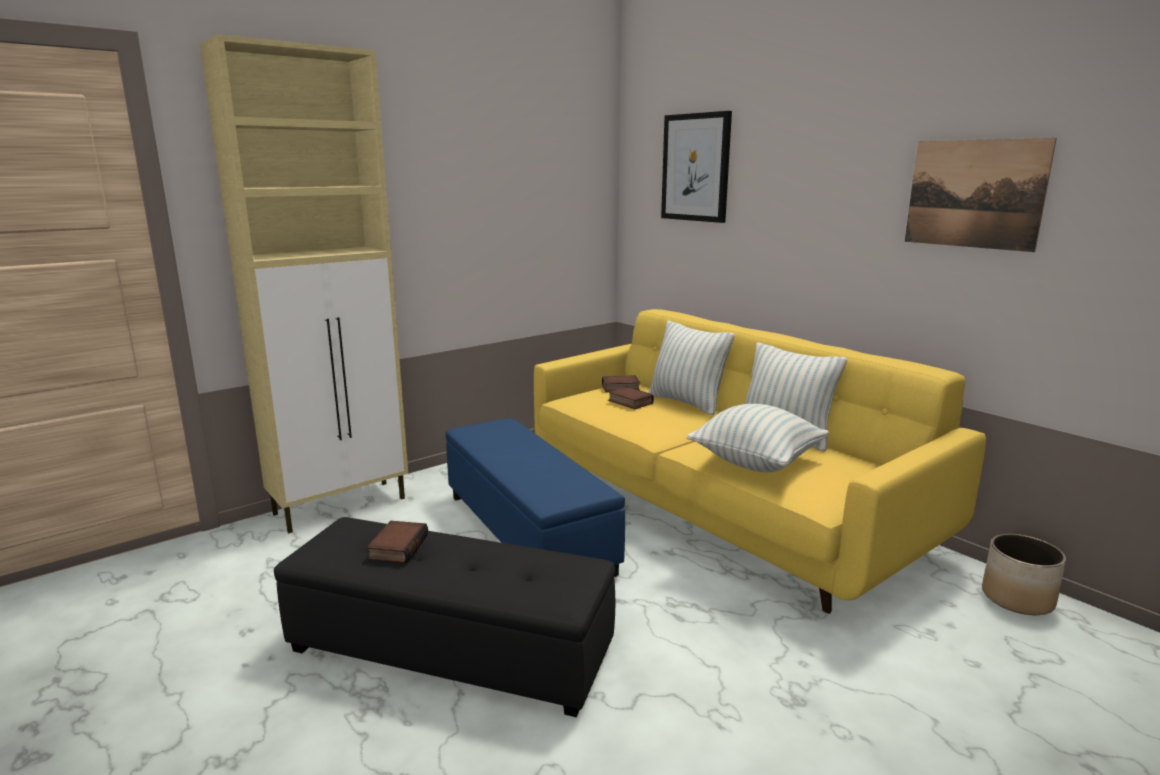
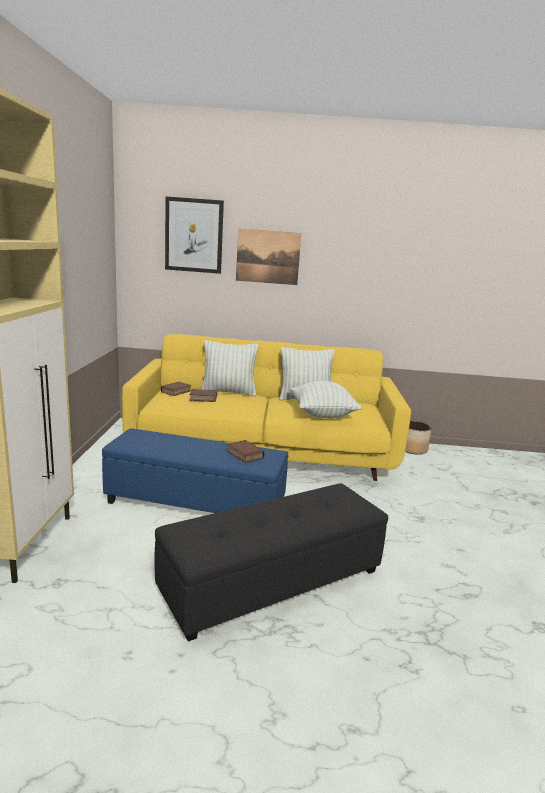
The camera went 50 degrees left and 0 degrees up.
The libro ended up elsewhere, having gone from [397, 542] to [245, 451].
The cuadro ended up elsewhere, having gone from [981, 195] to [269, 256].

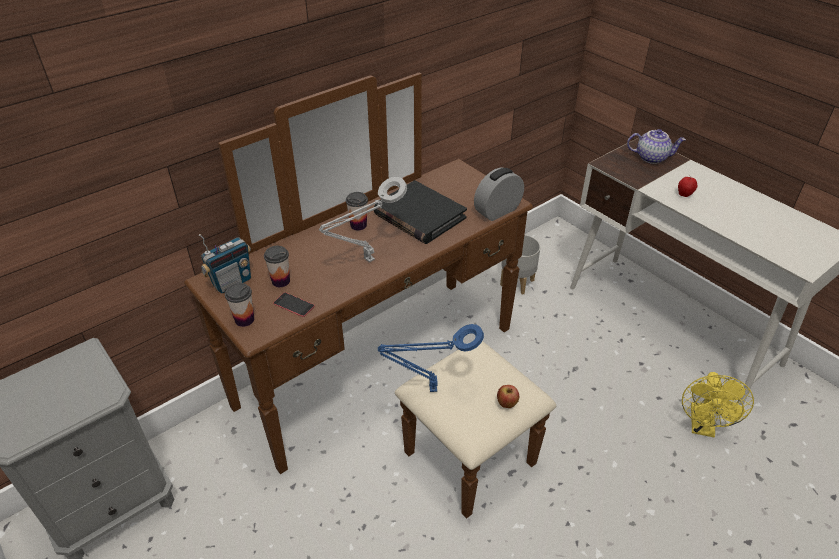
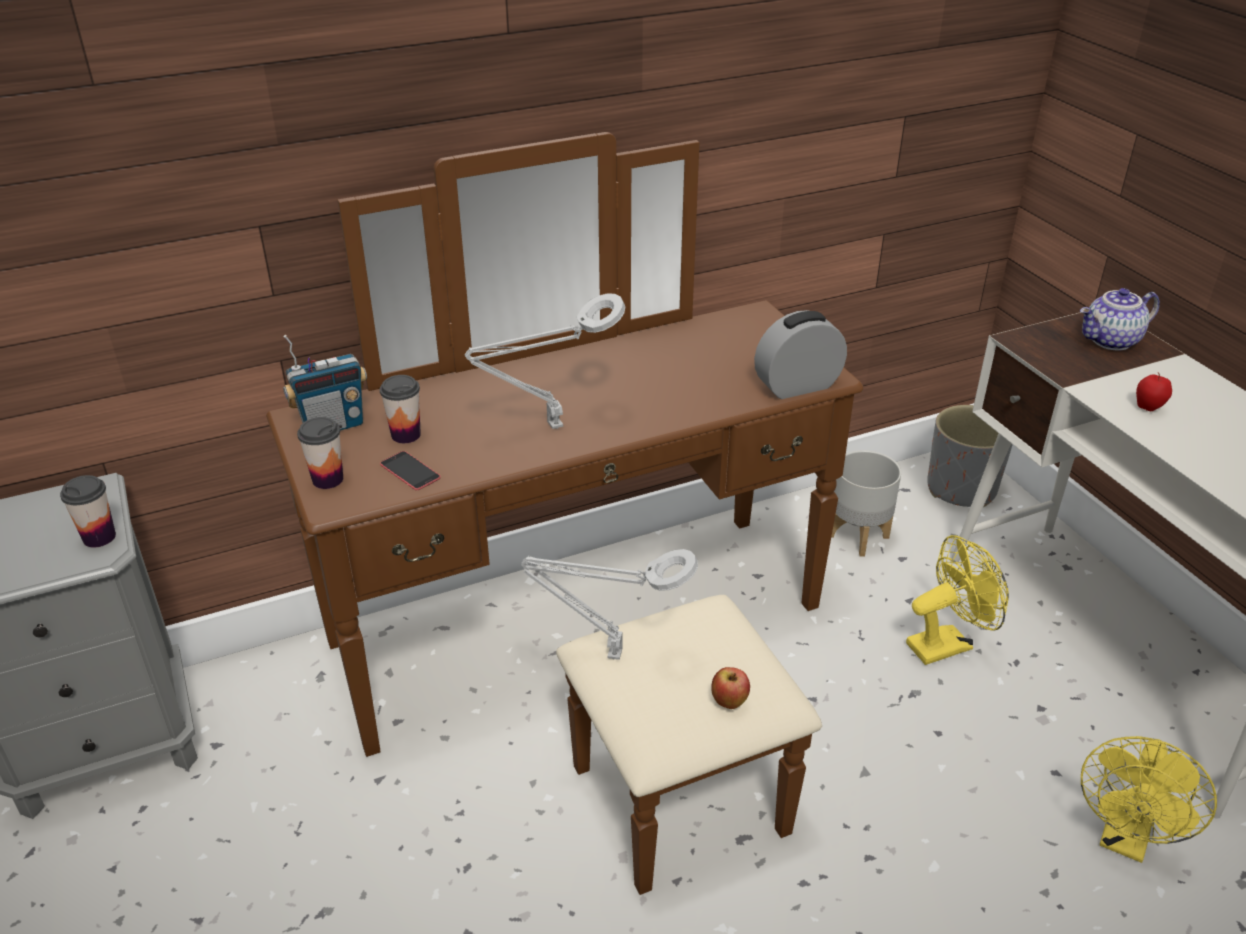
The camera went 15 degrees right and 5 degrees down.
The second view lost the libro (negro) at [420, 212].
The second view gained the ventilador (amarillo) at [957, 600].
The second view gained the maceta (gris) at [970, 456].
The taza ended up elsewhere, having gone from [357, 211] to [88, 511].
What was the lámpara de mesa (azul) at [431, 358] turned into the lámpara de mesa (gris) at [609, 604].
The tetera at [656, 146] ended up facing another way, 135 degrees clockwise from before.

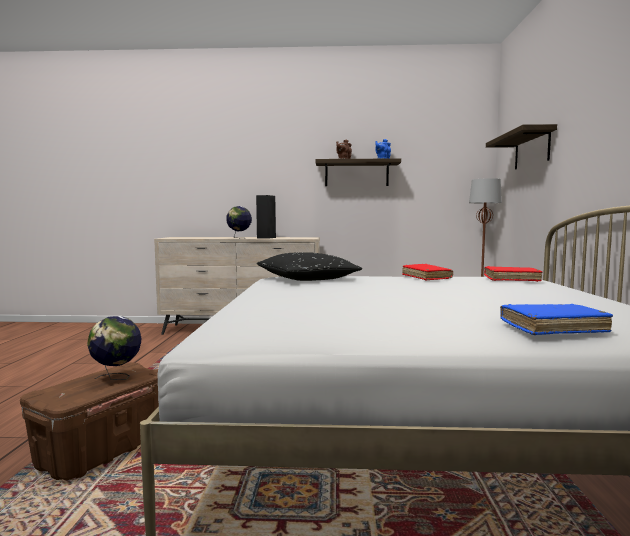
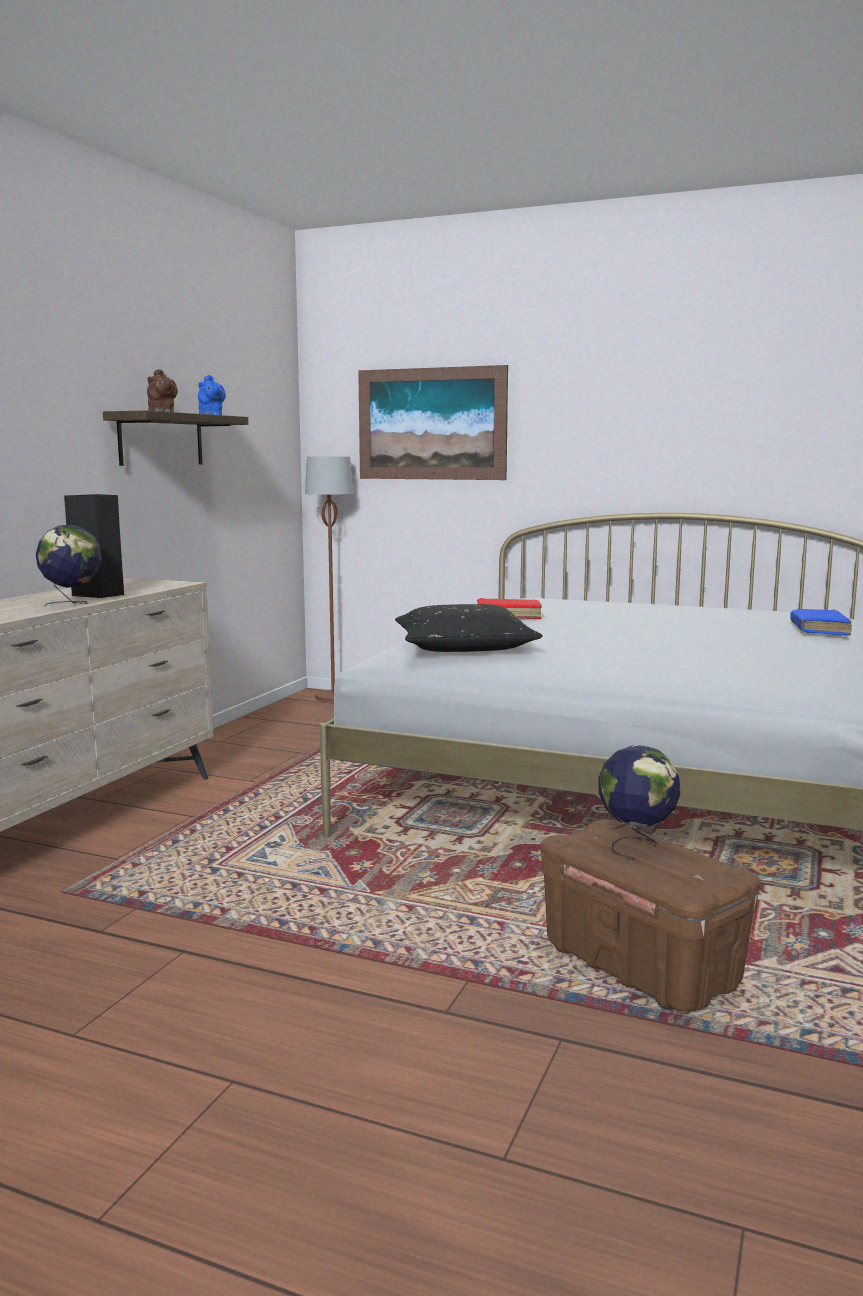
The camera went 70 degrees left and 5 degrees up.
The second view lost the libro (rojo) at [513, 274].
Where the estante hung at [521, 146], the cuadro came to hang at [433, 422].

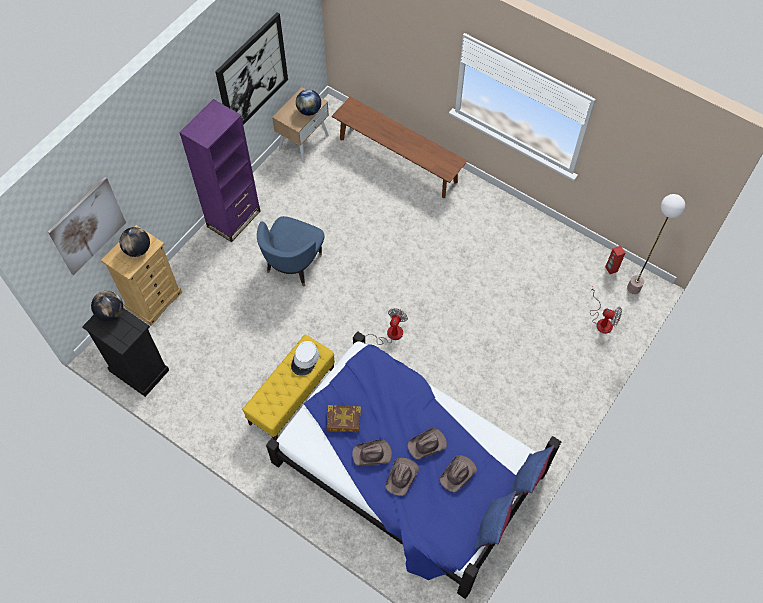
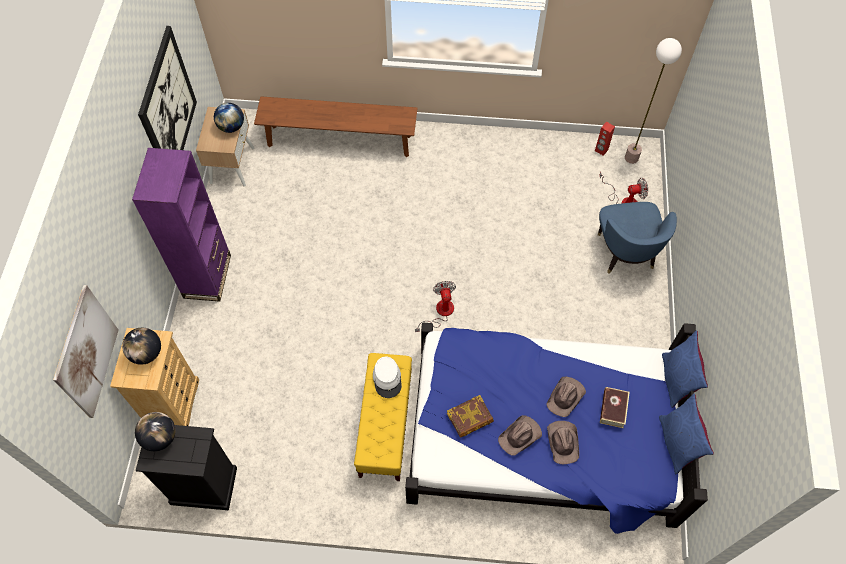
The camera went 30 degrees left and 0 degrees up.
The sillón (azul) ended up elsewhere, having gone from [290, 251] to [637, 238].
Where the sombrero (marrón) stood at [458, 473], the libro came to stand at [615, 407].

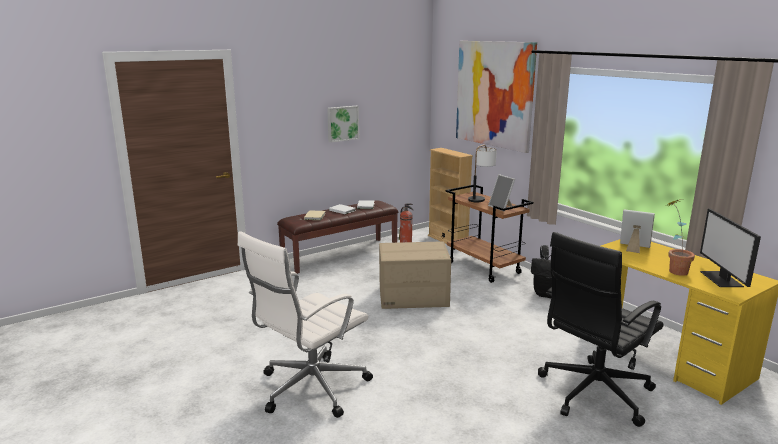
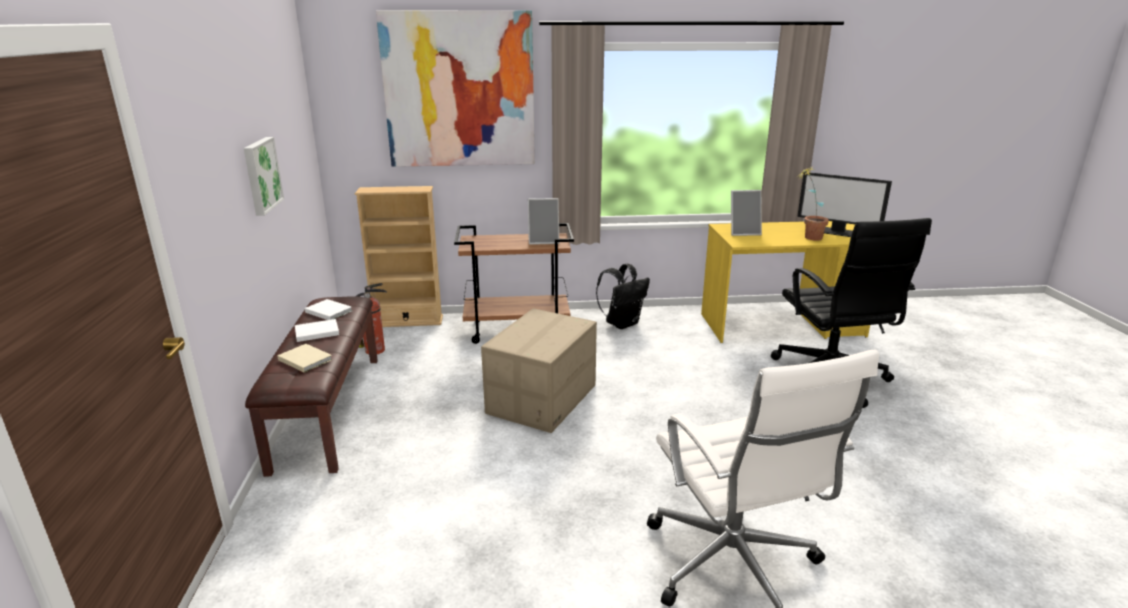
The camera went 60 degrees left and 5 degrees up.
The second view lost the lámpara de mesa at [482, 174].
The portarretratos at [637, 231] ended up facing another way, 150 degrees counterclockwise from before.

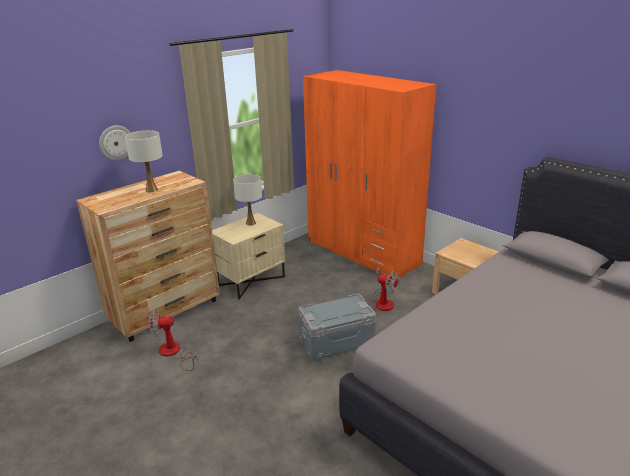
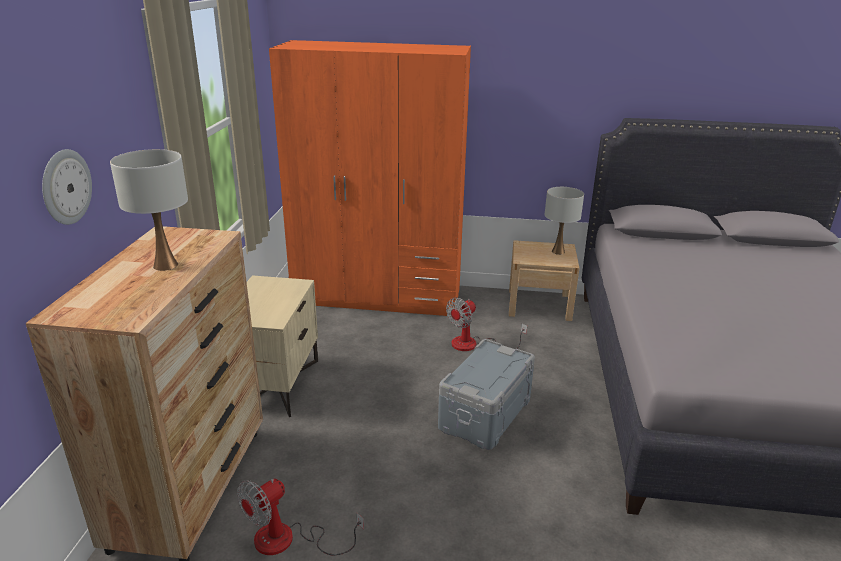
The camera went 40 degrees left and 0 degrees up.
The lámpara de mesa (blanco) ended up elsewhere, having gone from [247, 200] to [564, 221].
The ventilador at [386, 289] ended up facing another way, 135 degrees clockwise from before.

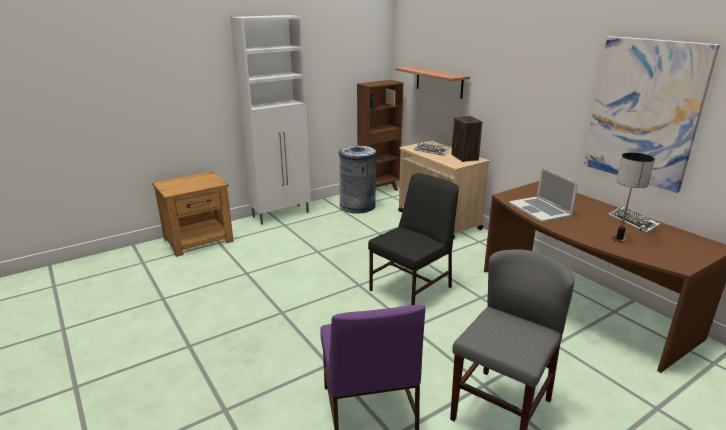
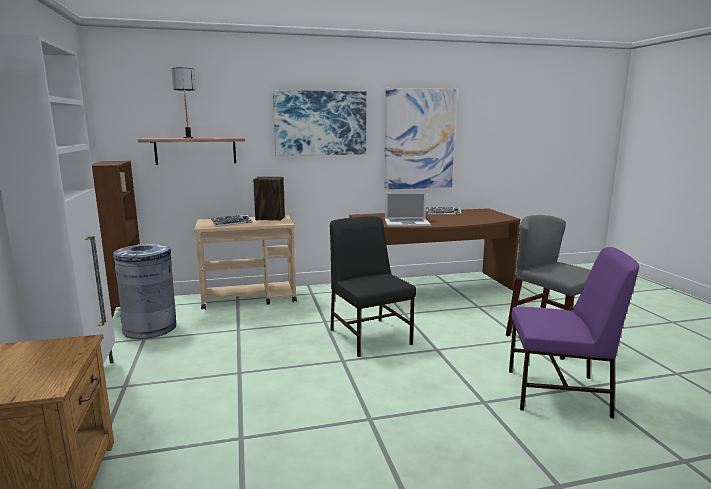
The camera went 70 degrees left and 10 degrees down.
The second view gained the cuadro at [319, 123].
The lámpara de mesa ended up elsewhere, having gone from [633, 197] to [183, 103].

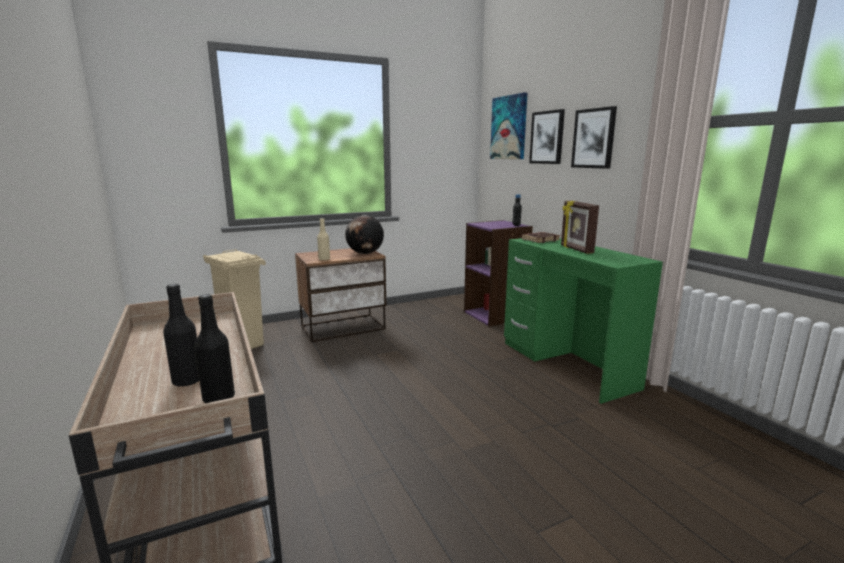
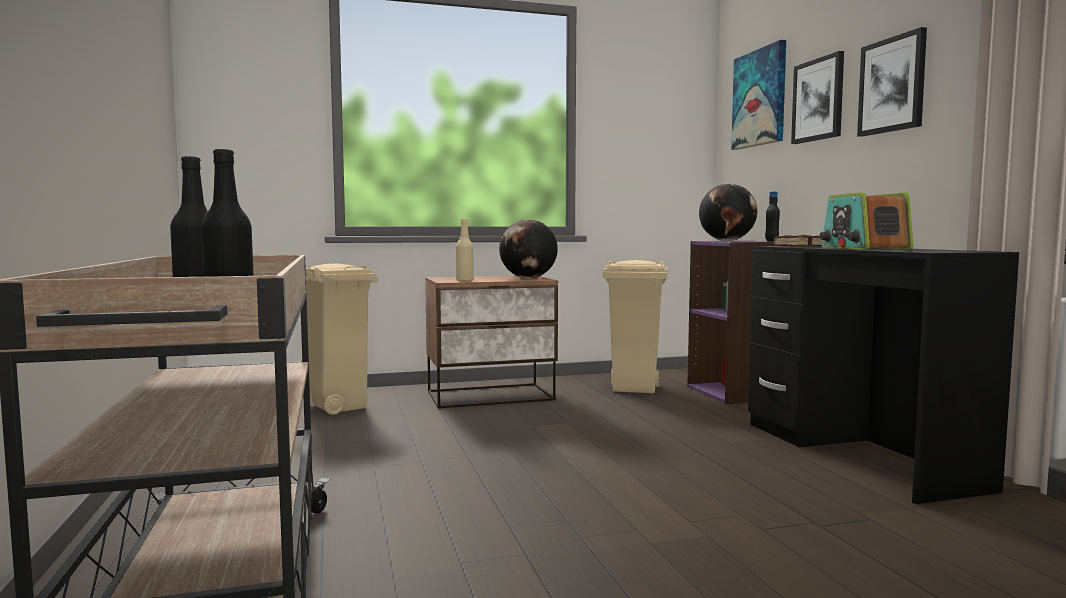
The camera went 10 degrees right and 10 degrees down.
The second view gained the papelera (beis) at [635, 326].
The second view gained the globo terráqueo at [728, 212].
Where the portarretratos stood at [580, 227], the radio came to stand at [866, 220].
What was the escritorio (verde) at [583, 321] turned into the escritorio (negro) at [883, 375].

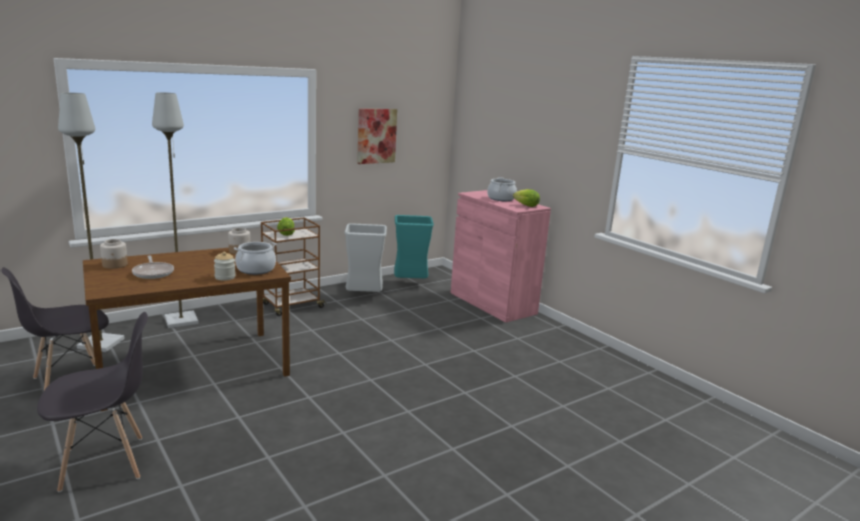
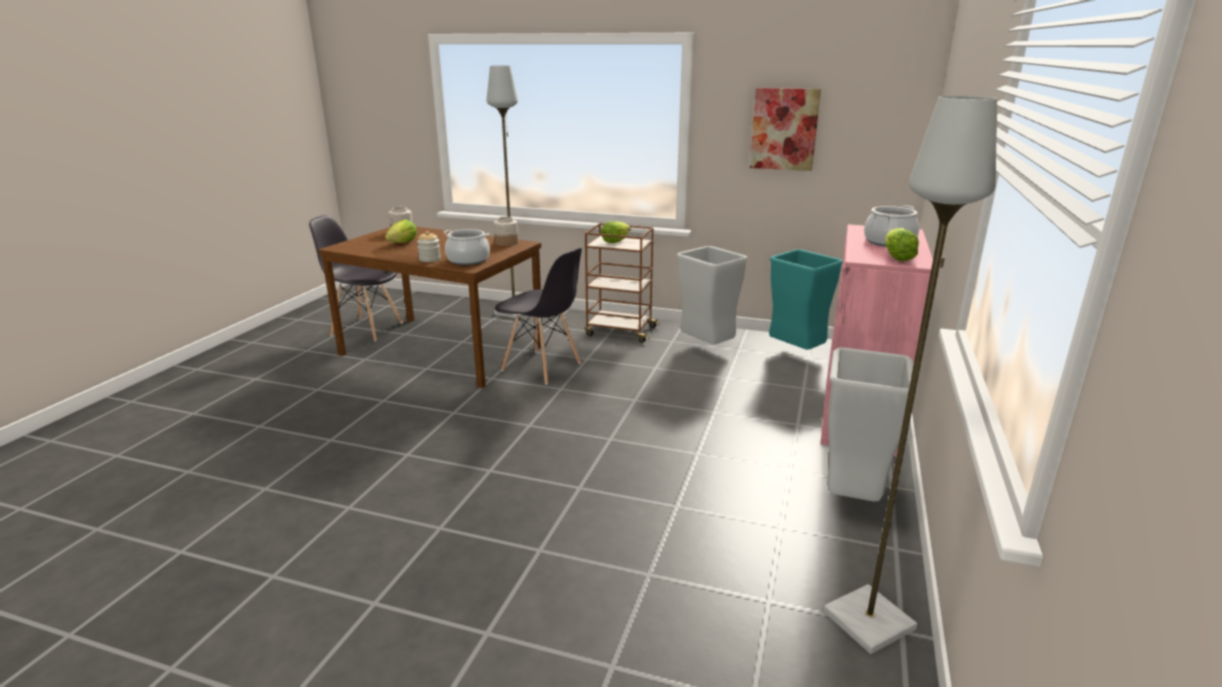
The camera went 55 degrees right and 5 degrees up.
The second view gained the papelera (gris) at [872, 425].
The silla (gris) ended up elsewhere, having gone from [92, 402] to [538, 316].
The lámpara de pie (gris) ended up elsewhere, having gone from [91, 222] to [910, 375].
Where the sartén stood at [153, 267], the lechuga came to stand at [401, 231].

